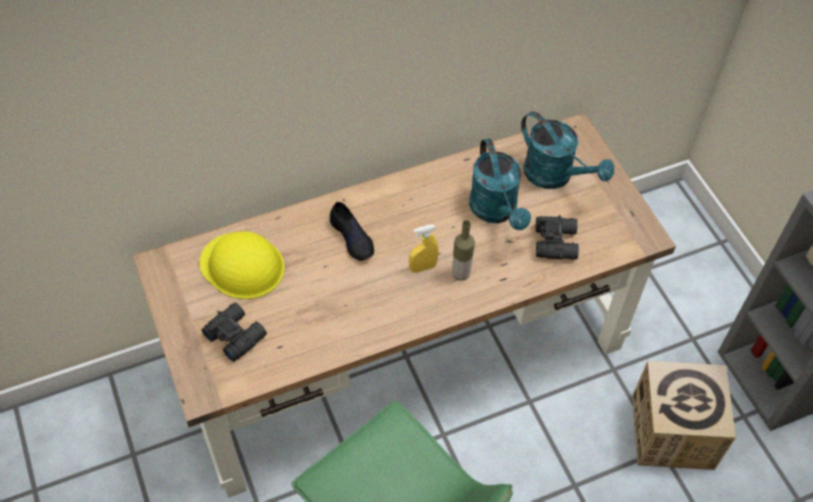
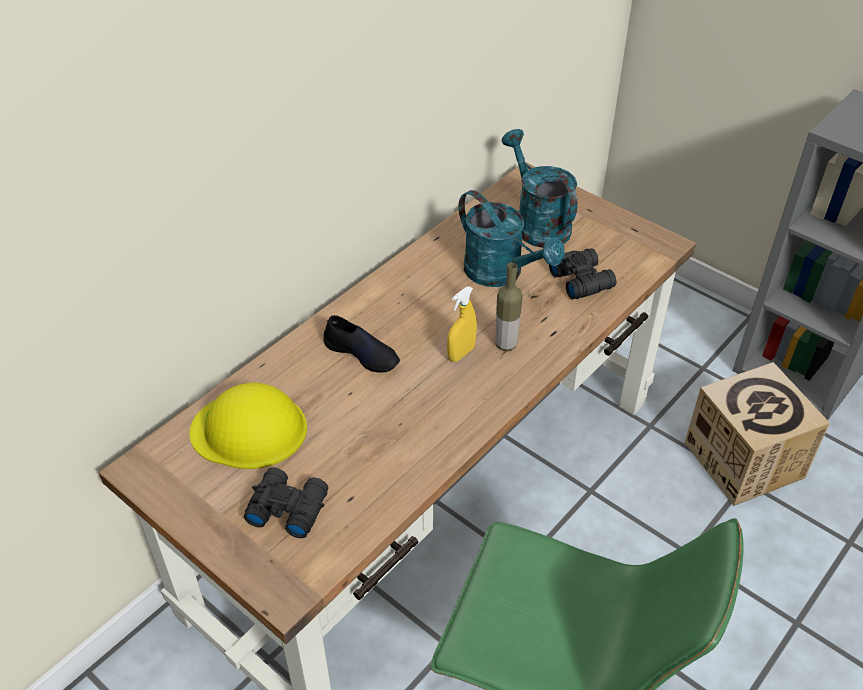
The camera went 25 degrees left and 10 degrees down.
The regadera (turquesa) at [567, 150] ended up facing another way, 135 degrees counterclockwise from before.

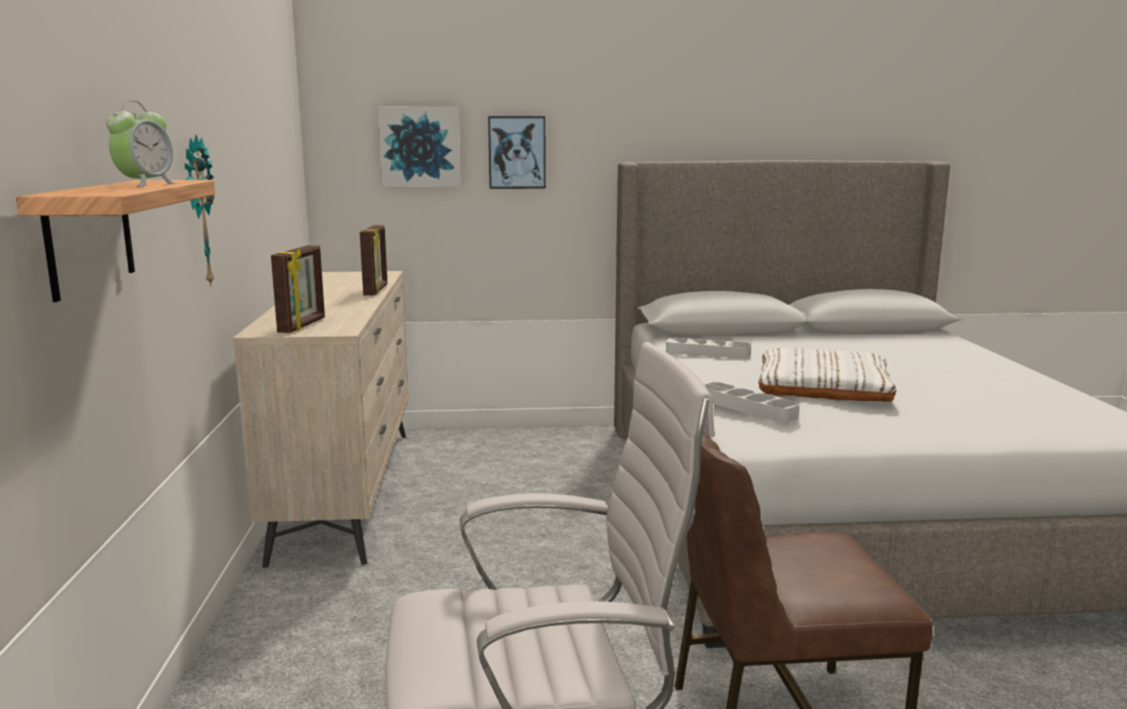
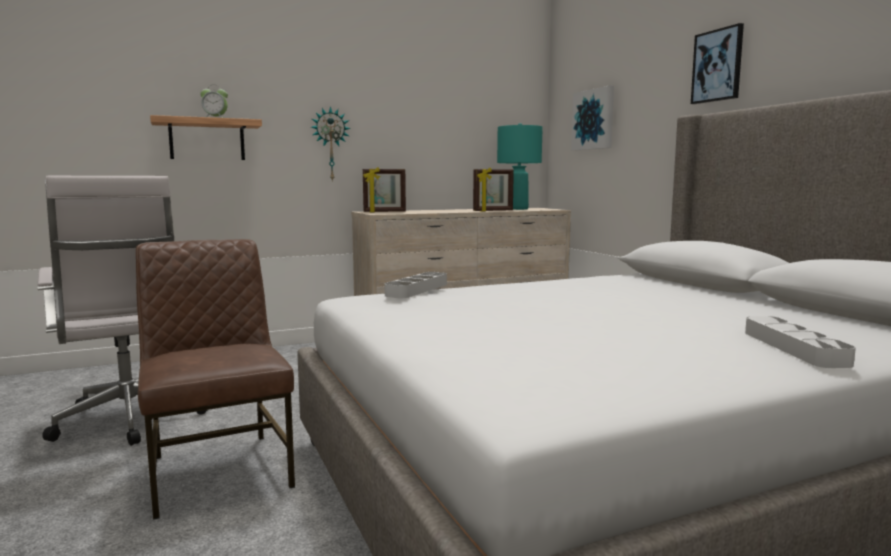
The camera went 70 degrees right and 5 degrees down.
The second view lost the cojín (blanco) at [827, 375].
The second view gained the lámpara de mesa (turquesa) at [520, 166].
The cuadro ended up elsewhere, having gone from [517, 152] to [717, 63].
The bandeja (gris) ended up elsewhere, having gone from [708, 348] to [800, 342].

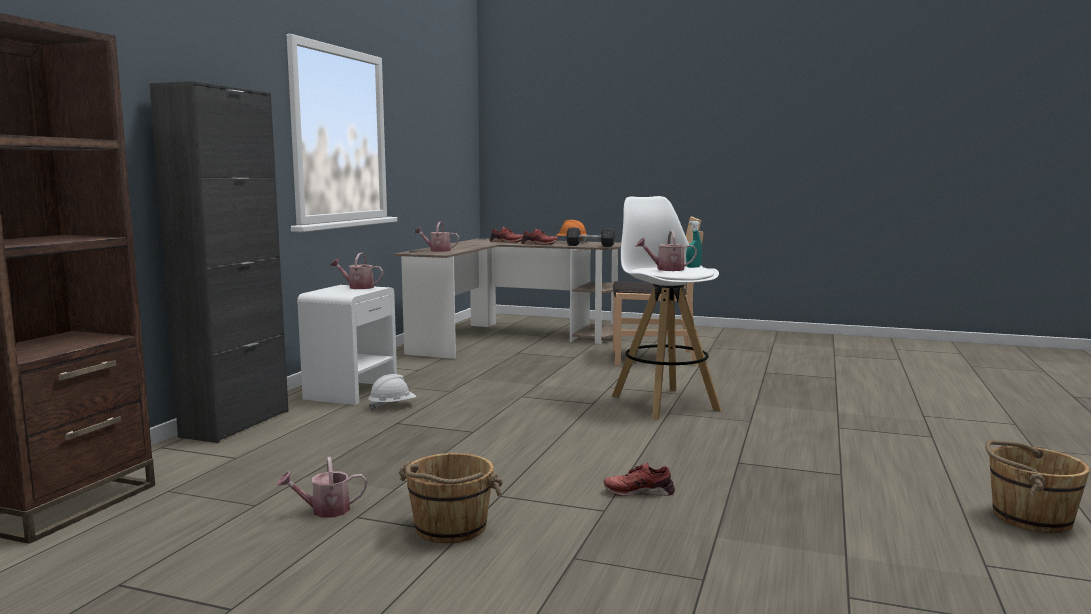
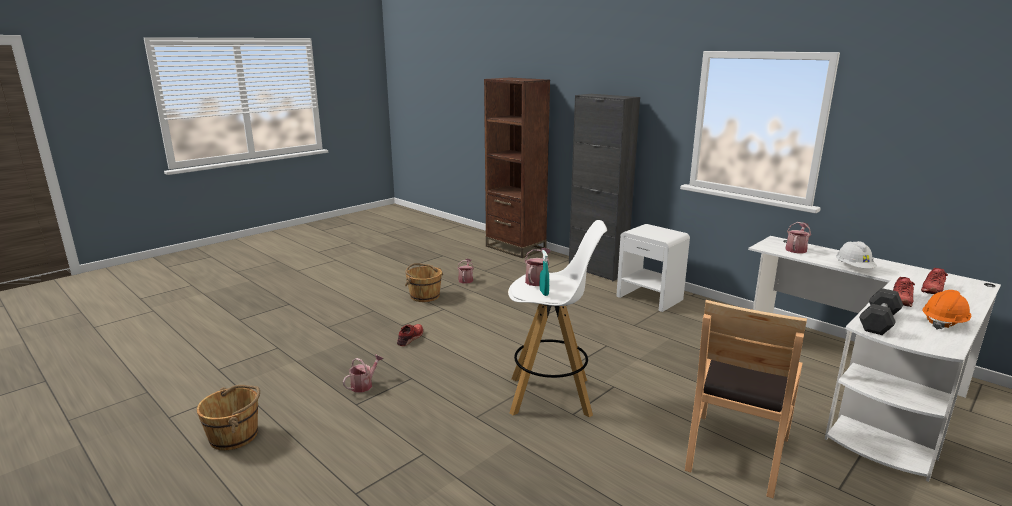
The camera went 115 degrees right and 10 degrees up.
The regadera ended up elsewhere, having gone from [357, 271] to [363, 373].
The casco (blanco) ended up elsewhere, having gone from [392, 392] to [856, 255].
What was the escritorio (marrón) at [507, 298] turned into the escritorio (blanco) at [874, 359].

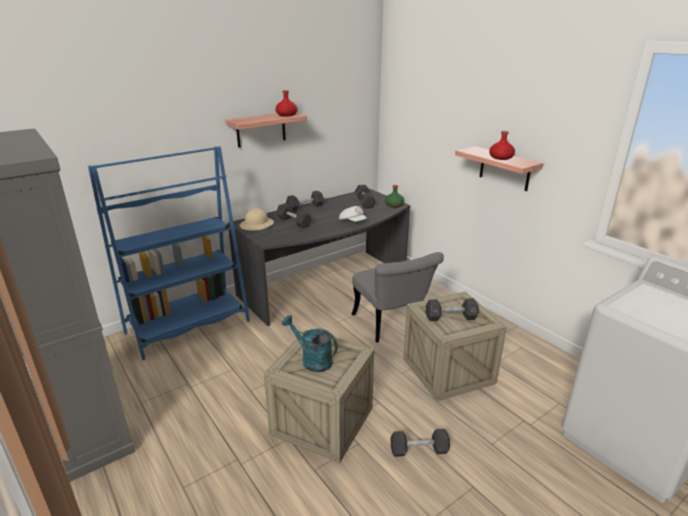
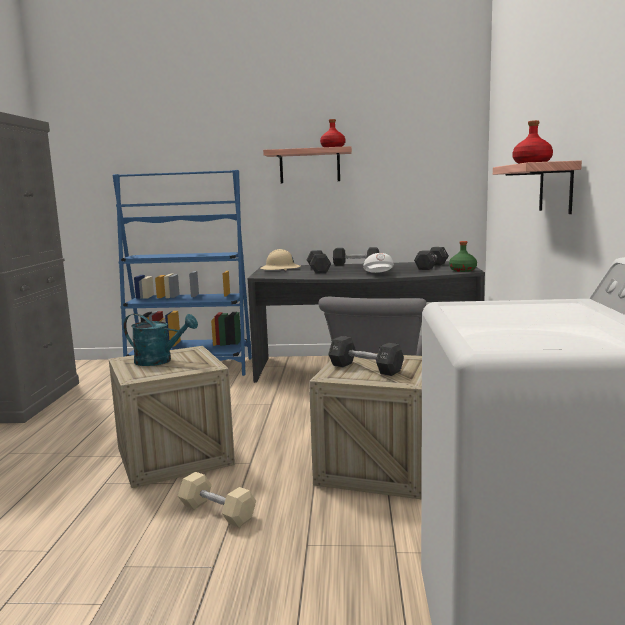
The camera went 40 degrees right and 15 degrees down.
What was the mancuerna (negro) at [420, 443] turned into the mancuerna (beis) at [217, 499].
The regadera (turquesa) at [310, 343] ended up facing another way, 120 degrees clockwise from before.

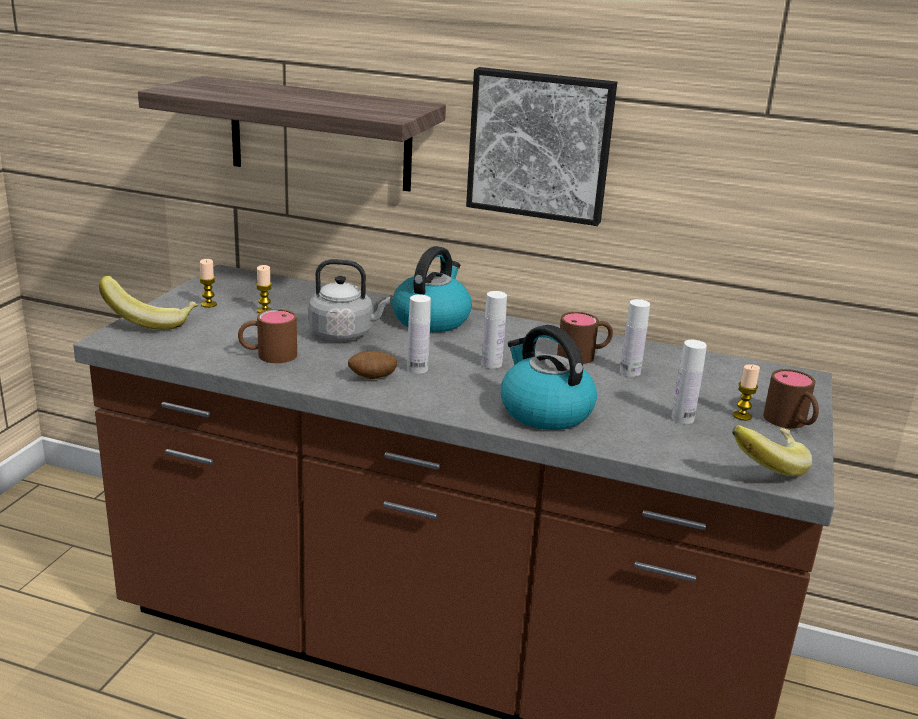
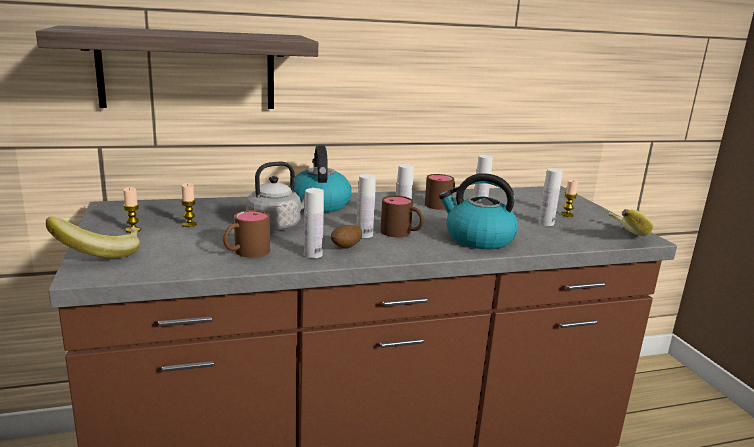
The camera went 35 degrees left and 5 degrees down.
The second view lost the cuadro at [541, 146].
The second view gained the botella (blanco) at [314, 223].
The taza grande (marrón) ended up elsewhere, having gone from [791, 399] to [402, 216].

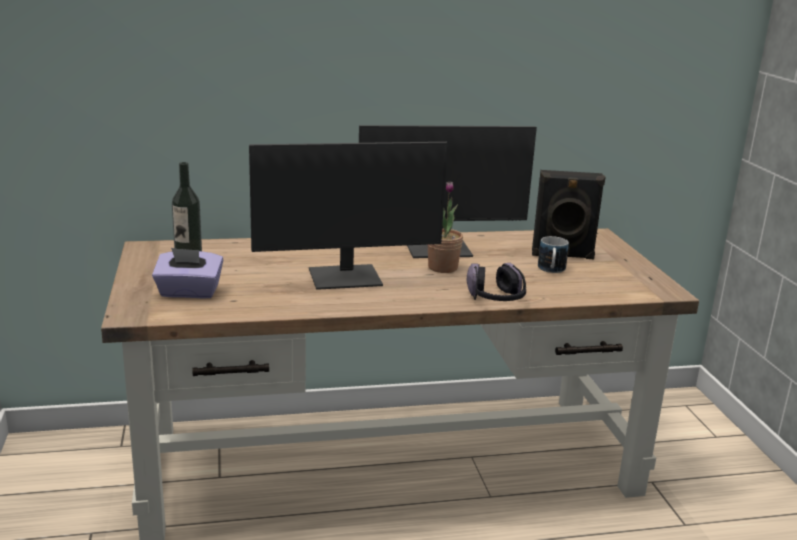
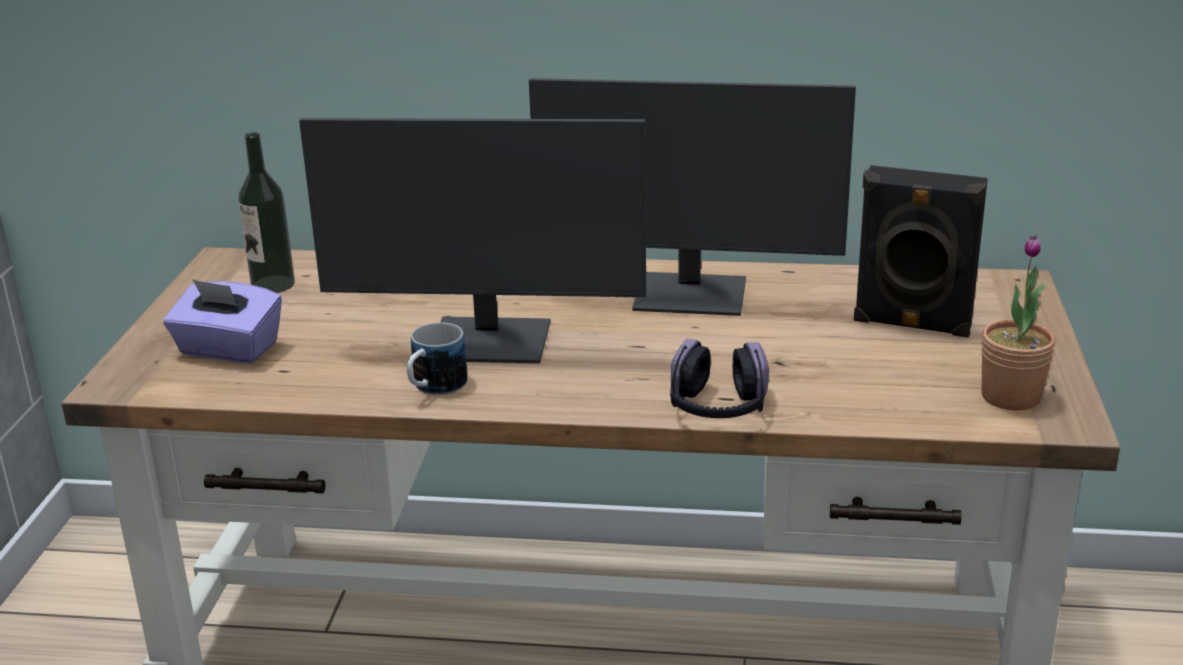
The camera went 20 degrees right and 5 degrees up.
The planta en maceta ended up elsewhere, having gone from [445, 227] to [1018, 323].
The taza grande ended up elsewhere, having gone from [553, 254] to [437, 358].

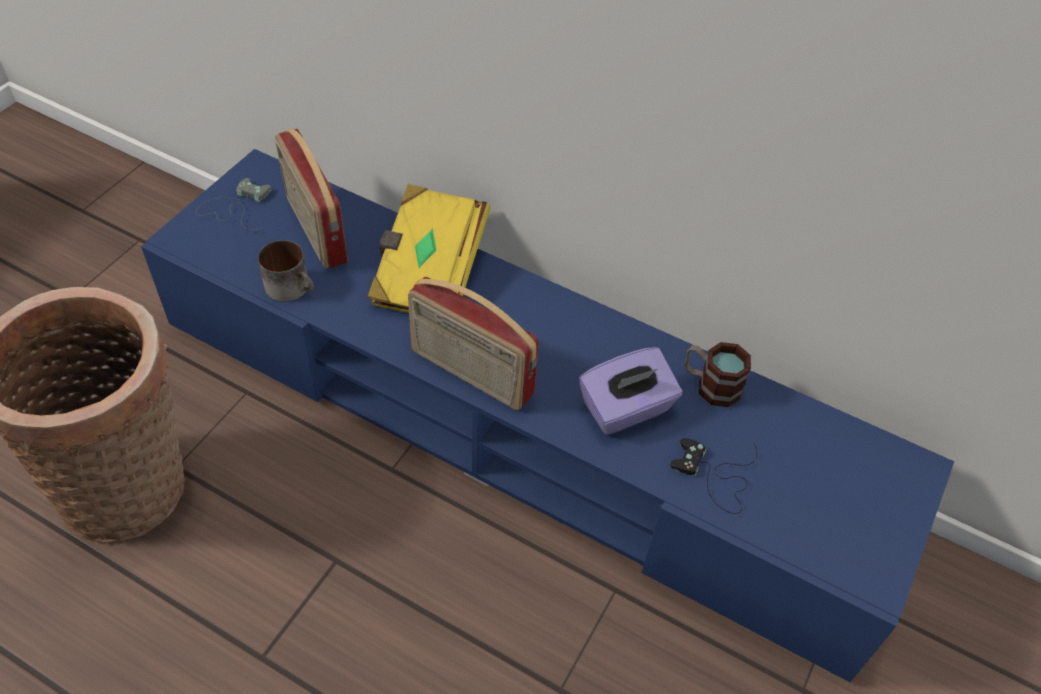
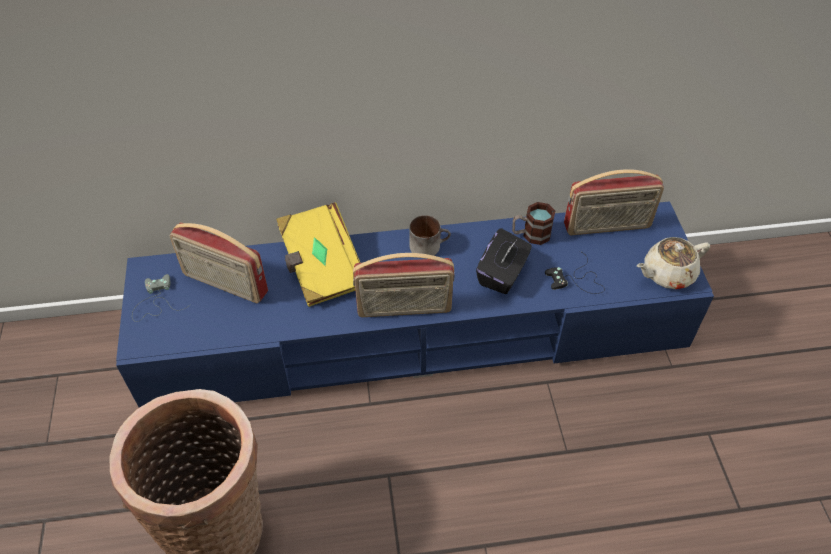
The camera went 35 degrees left and 0 degrees up.
The second view gained the radio at [614, 202].
The second view gained the tetera (beis) at [673, 263].
The taza grande ended up elsewhere, having gone from [286, 271] to [430, 235].
What was the caja de pañuelos (morado) at [630, 391] turned into the caja de pañuelos (negro) at [504, 261].

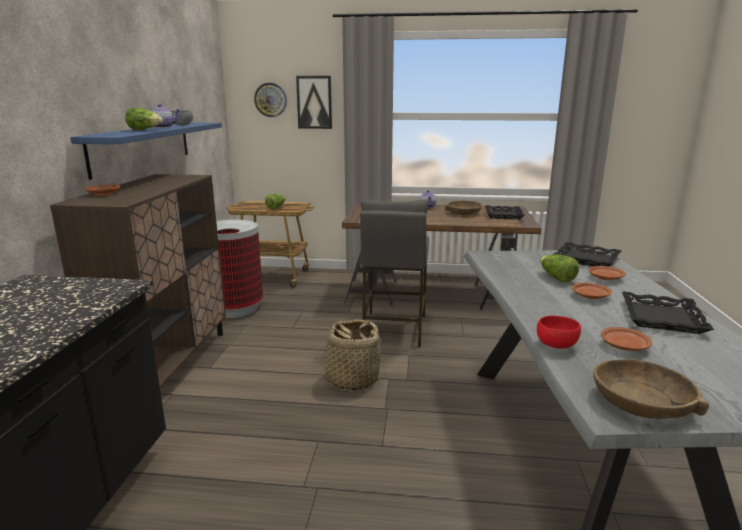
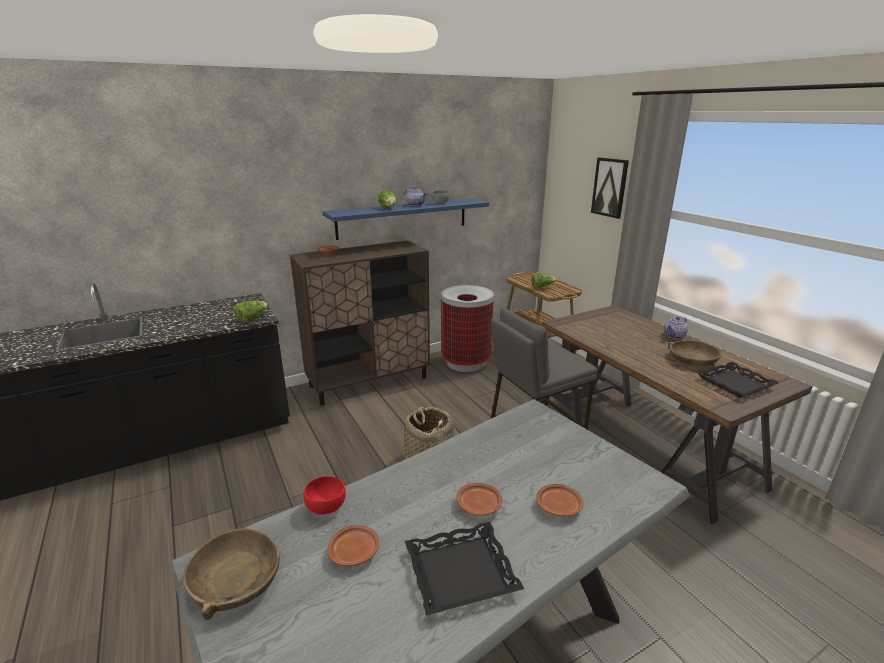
The camera went 55 degrees right and 5 degrees up.
The second view lost the reloj de pared at [270, 100].
The second view lost the bandeja (negro) at [587, 254].
The lechuga ended up elsewhere, having gone from [559, 269] to [251, 311].

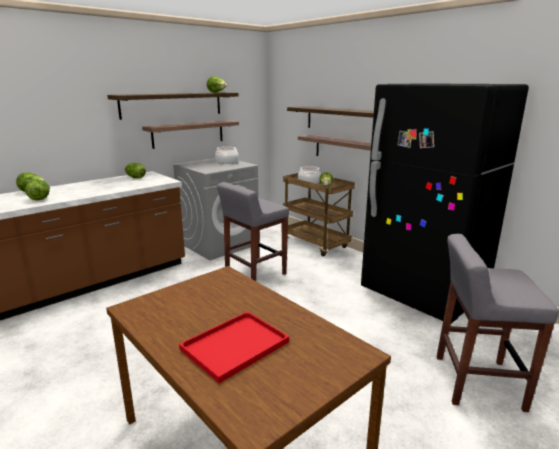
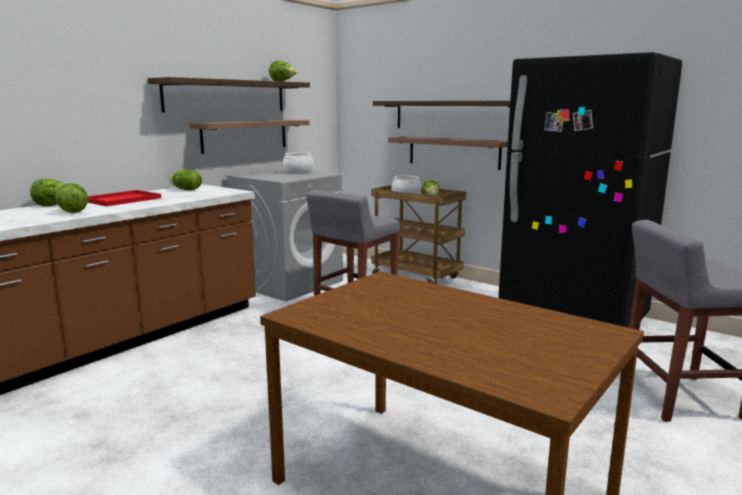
The camera went 10 degrees left and 5 degrees down.
The bandeja (rojo) ended up elsewhere, having gone from [234, 347] to [124, 198].

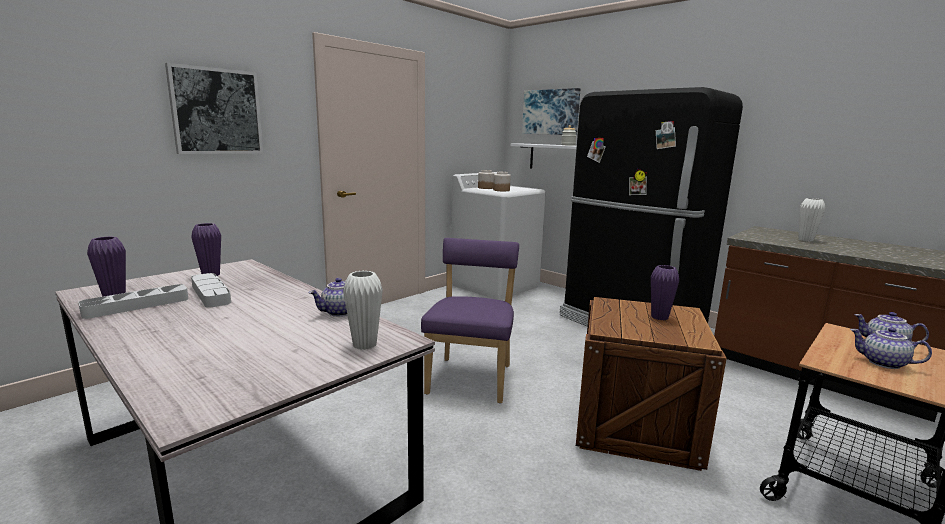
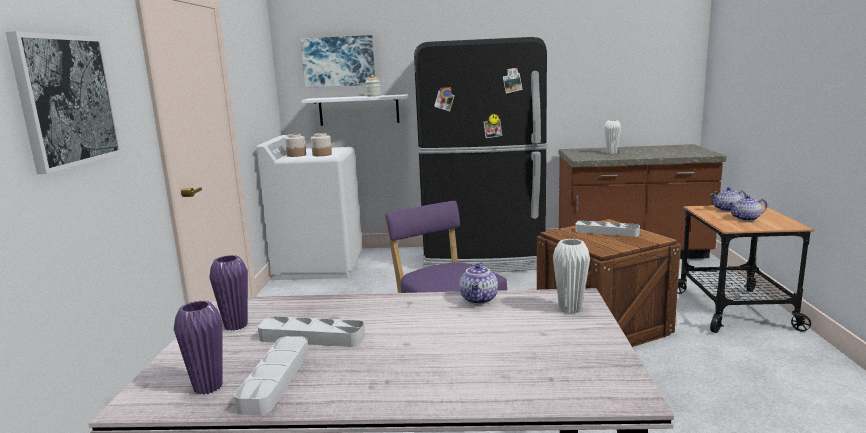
The camera went 40 degrees left and 0 degrees up.
Where the florero (morado) stood at [665, 292], the bandeja (gris) came to stand at [607, 228].

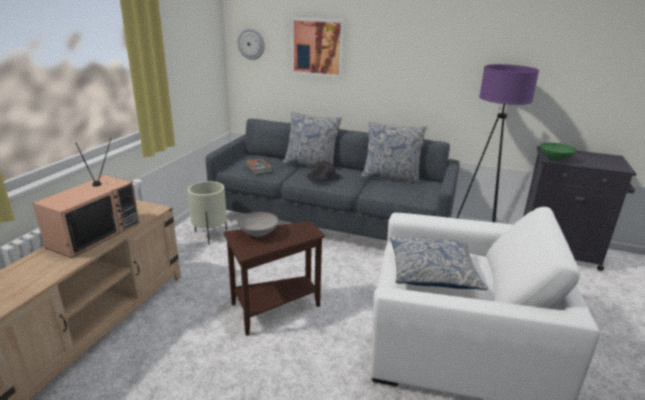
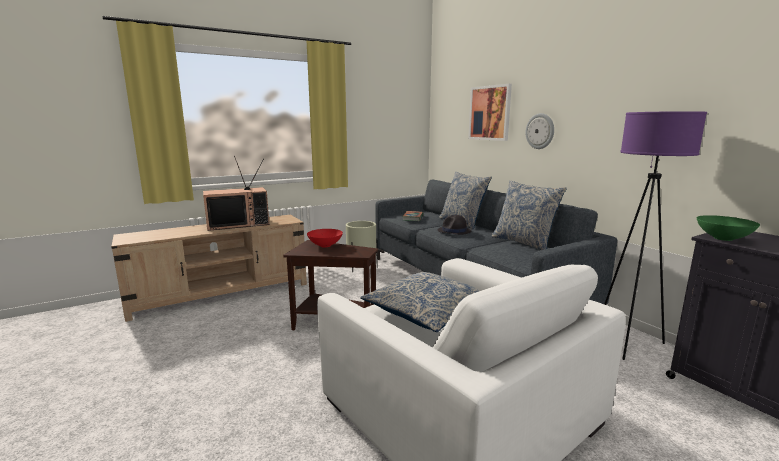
The camera went 40 degrees right and 10 degrees down.
The reloj de pared ended up elsewhere, having gone from [251, 44] to [540, 131].
What was the cuenco (gris) at [258, 224] turned into the cuenco (rojo) at [325, 238].

